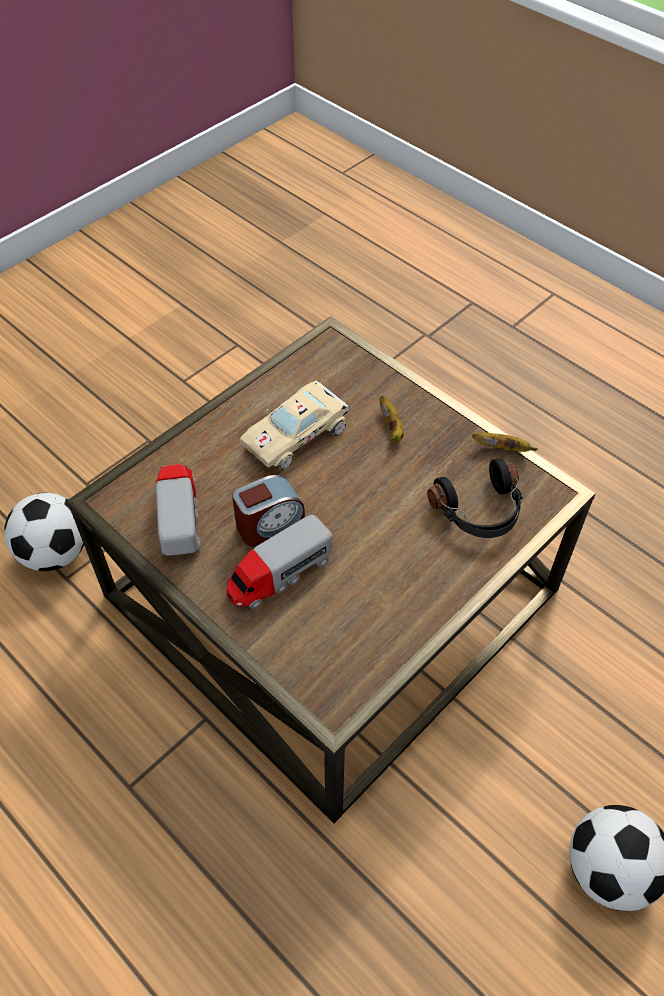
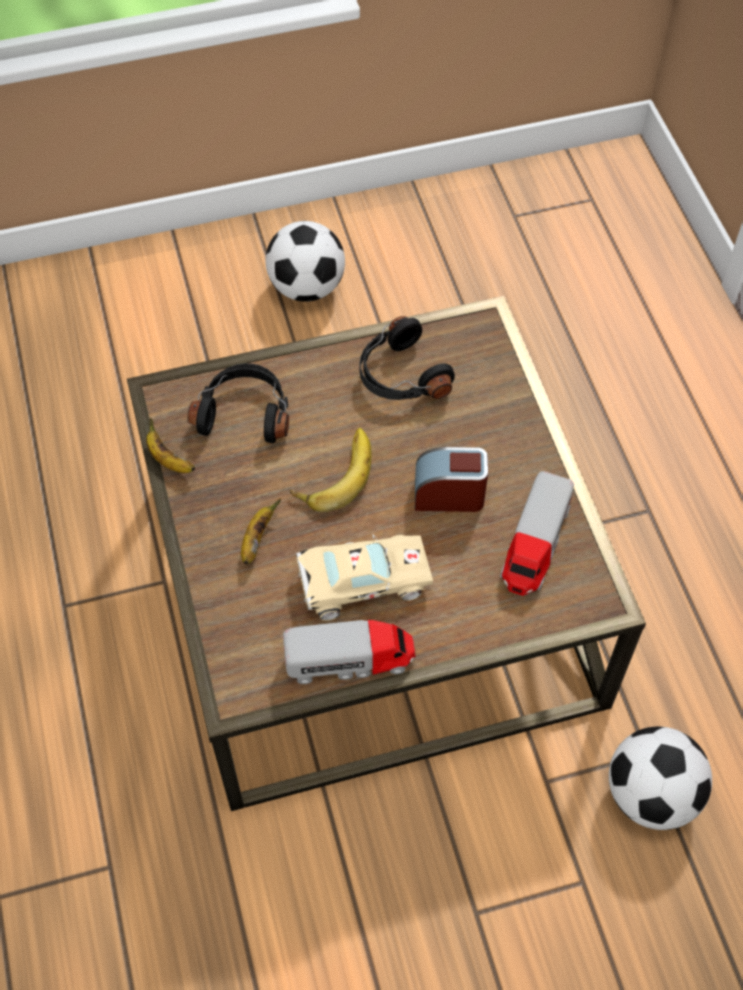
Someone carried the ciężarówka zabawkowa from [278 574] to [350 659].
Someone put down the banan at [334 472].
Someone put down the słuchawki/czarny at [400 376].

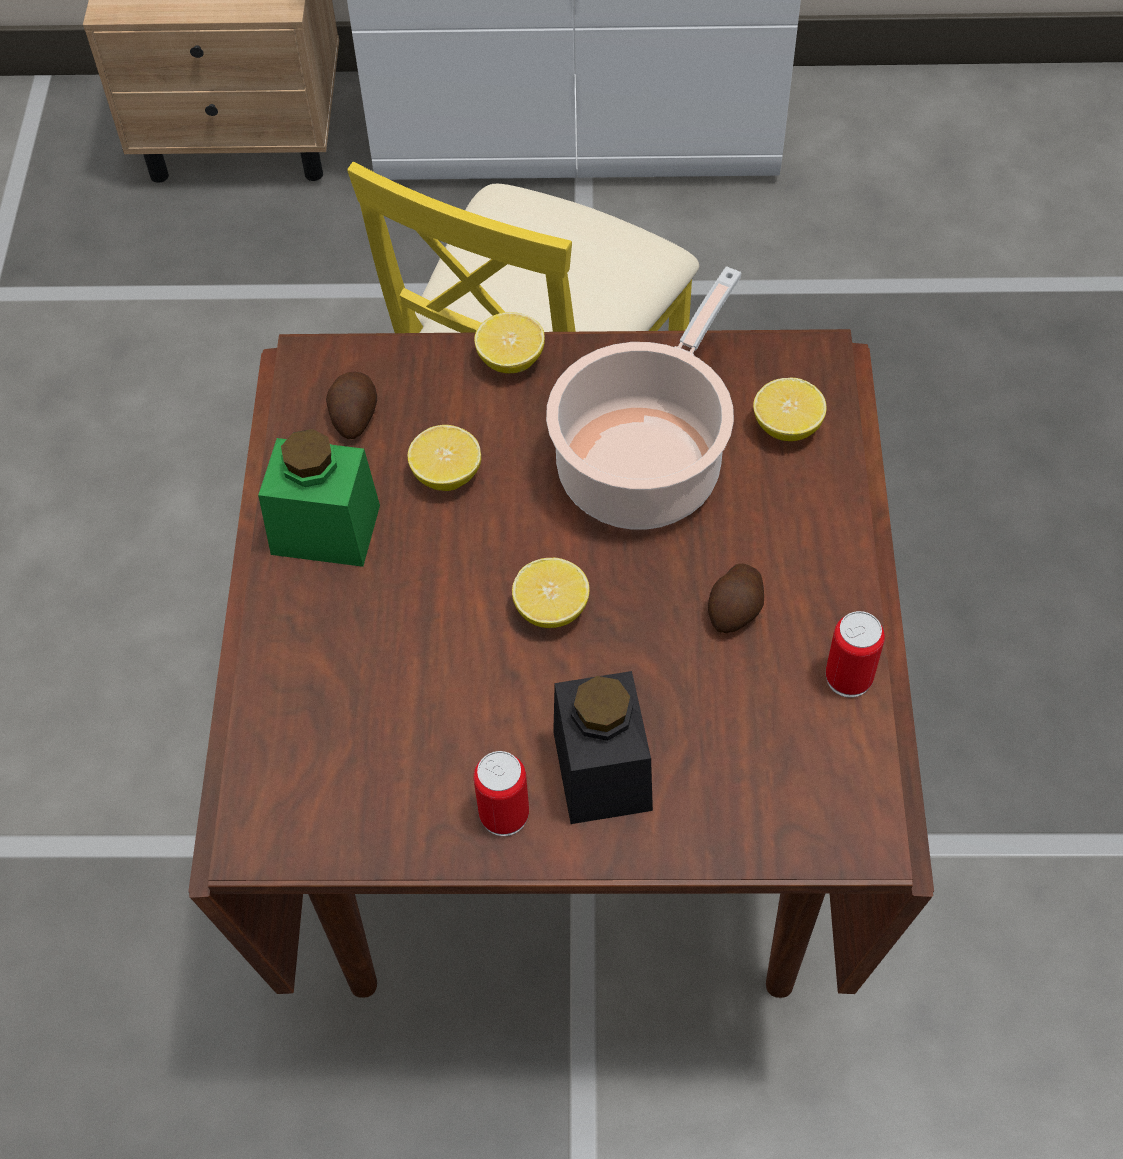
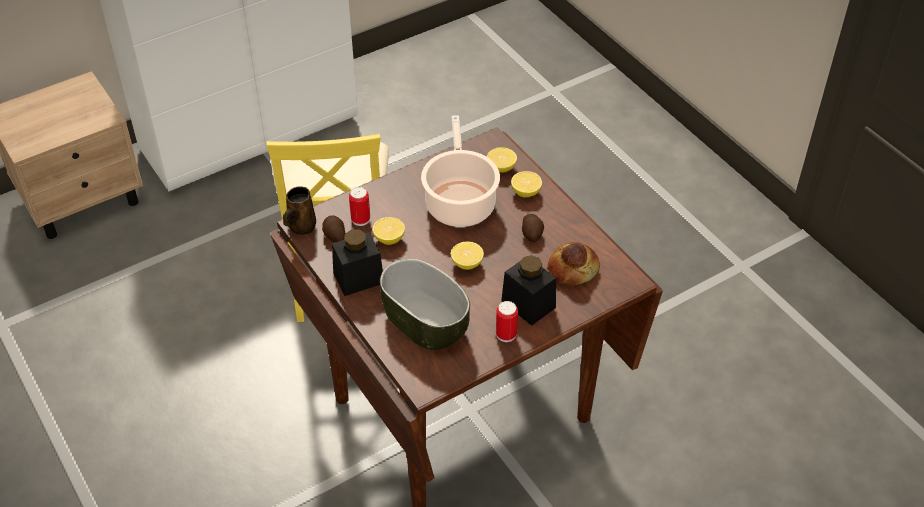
Someone repainted the słoik/zielony at [325 529], which became the słoik/czarny at [358 278].
Someone carried the cytryna from [511 360] to [526 192].
Someone carried the puszka from [848 677] to [360 219].
Someone put down the kubek/brązowy at [301 227].
Someone put down the miska at [425 323].
Someone put down the chleb at [572 269].

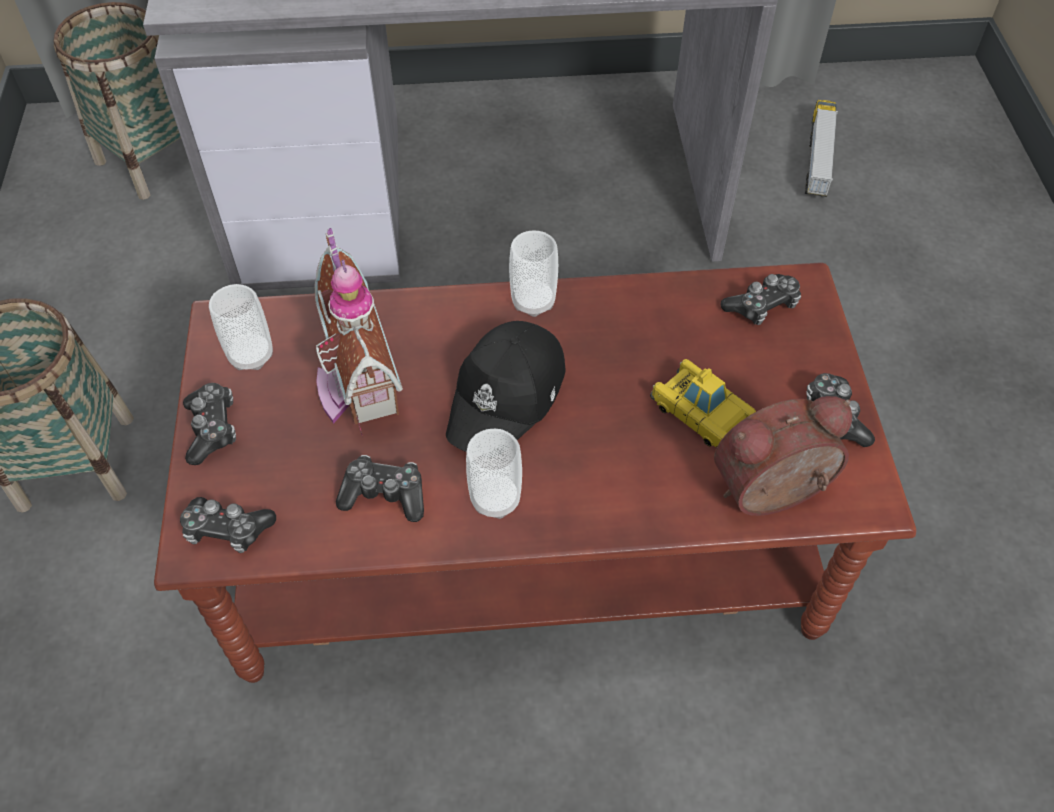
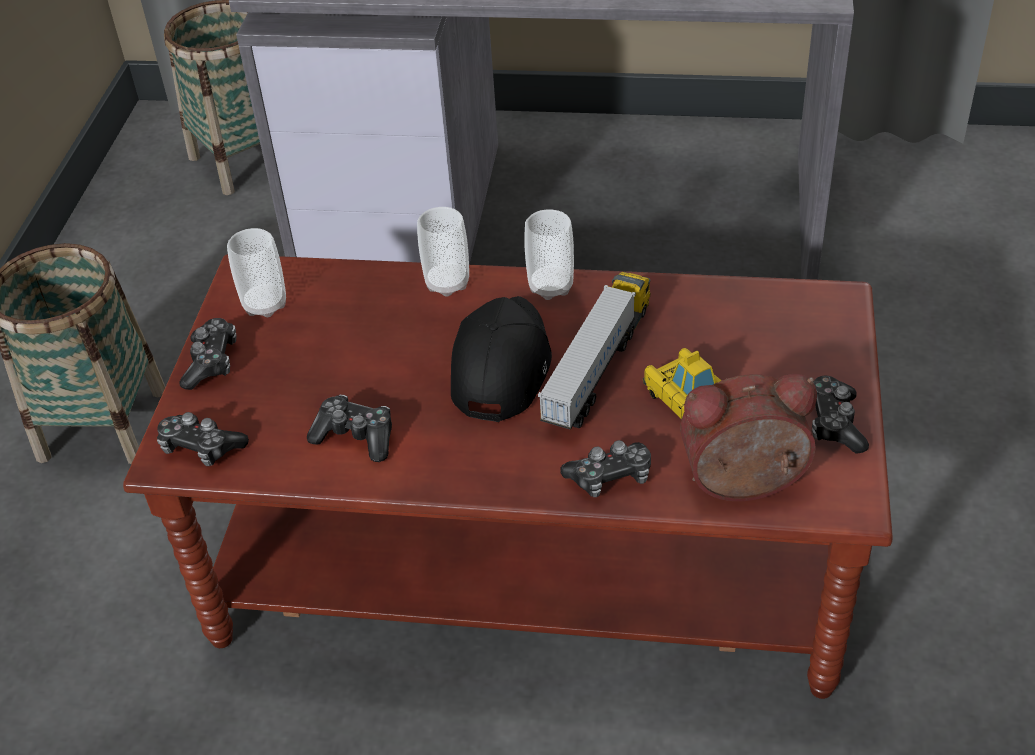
Someone took away the domek at [355 385].
Someone rotated the czapka z daszkiem/czarny at [507 396] by 150 degrees clockwise.
Someone carried the filiżanka from [495 499] to [447 283].
Someone carried the pad do gier from [762 306] to [610 477].
Someone carried the ciężarówka zabawkowa from [817 160] to [598 367].

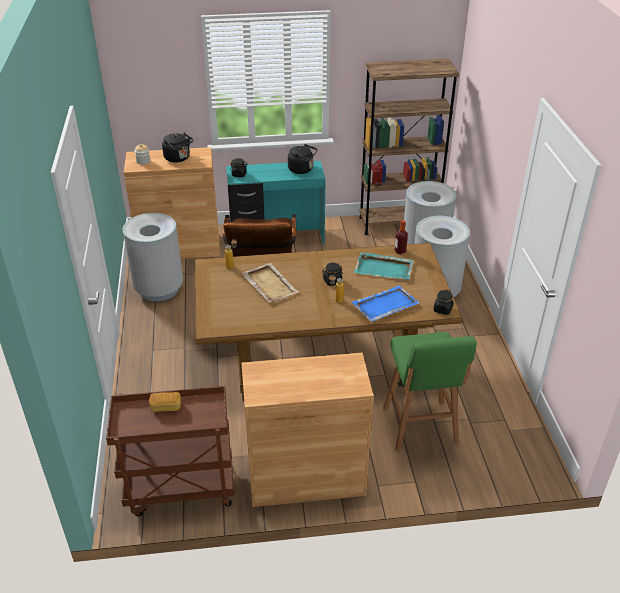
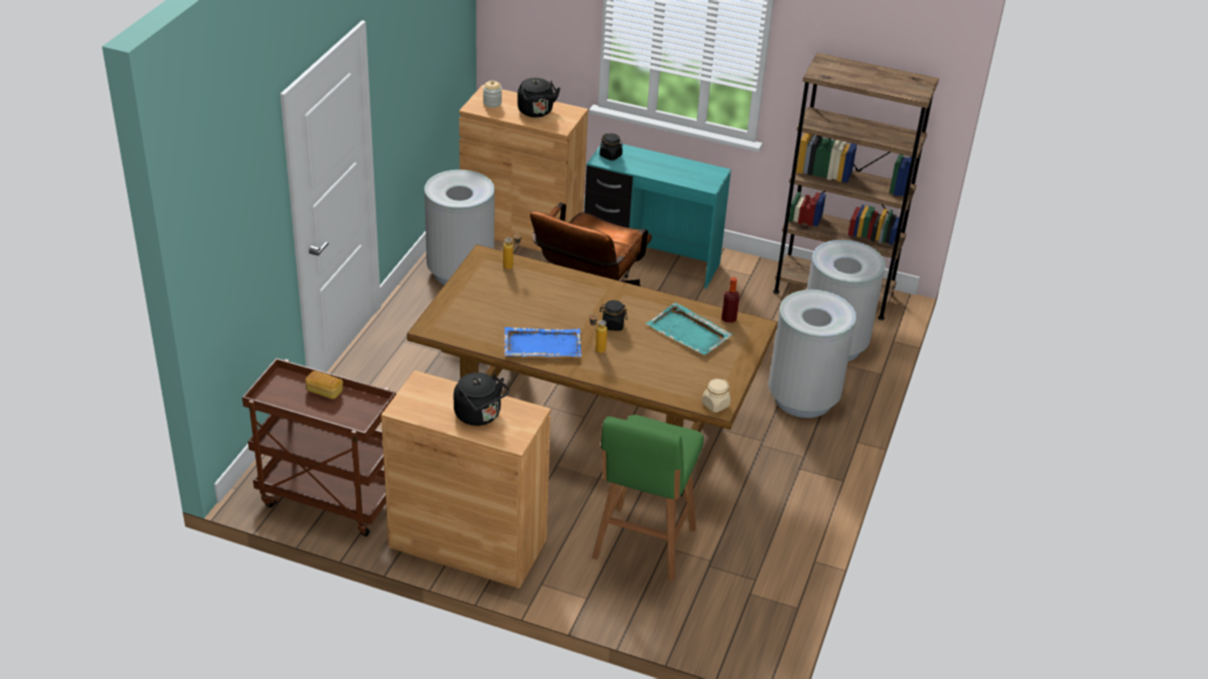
Someone took away the taca/beżowy at [269 284].
Someone carried the czajnik/czarny from [302 170] to [480 416].
Someone carried the taca/niebieski from [384 305] to [541 345].
Someone repainted the słoik/czarny at [442 309], which became the słoik/beżowy at [715 405].

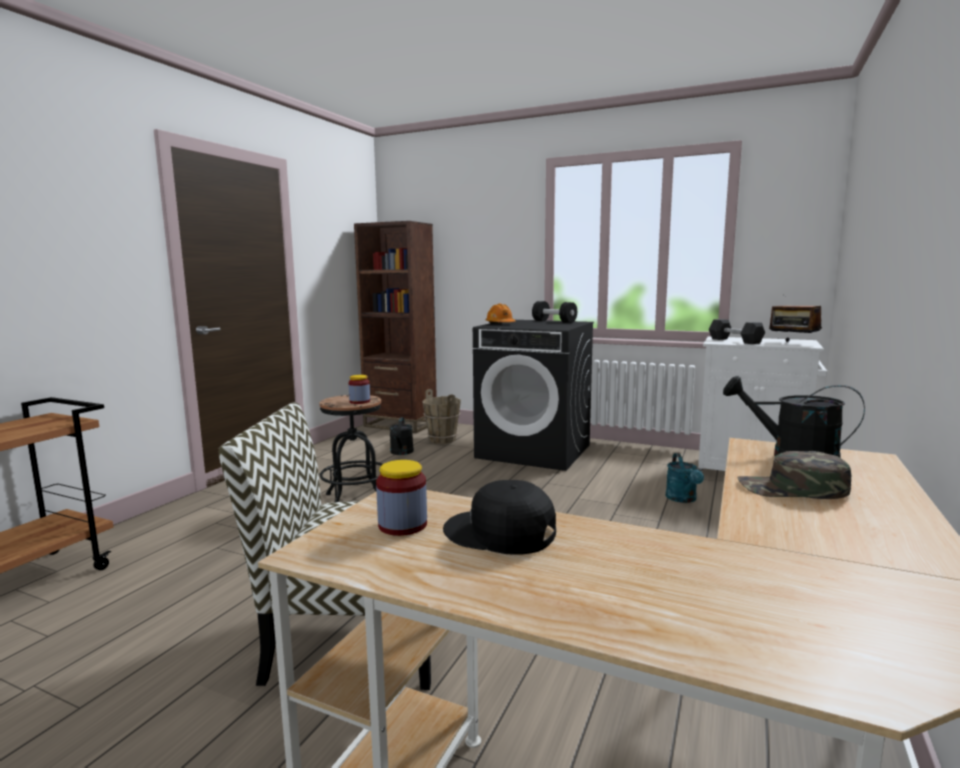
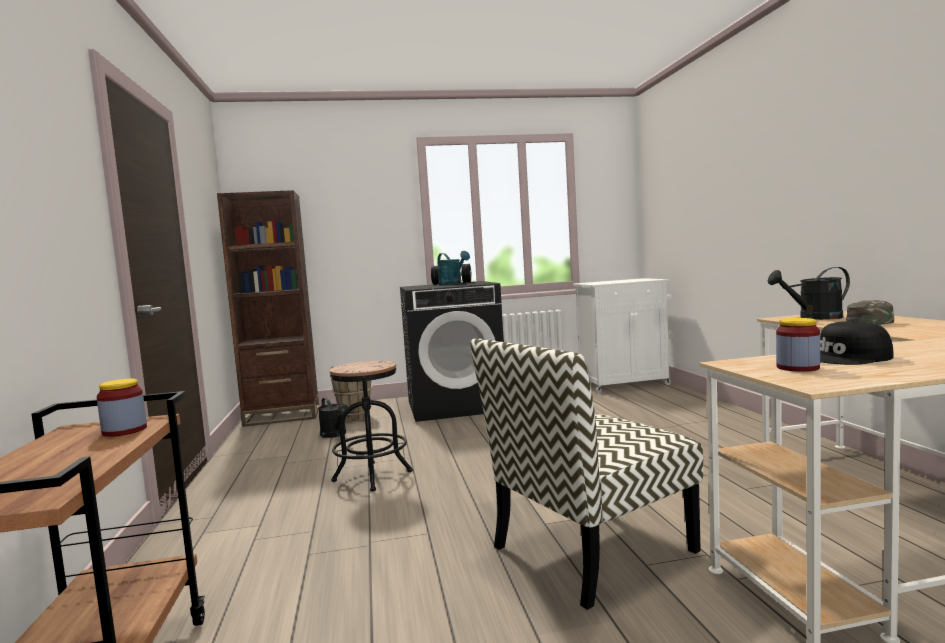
Someone carried the słoik from [359 401] to [124 430].
Someone took away the kask/pomarańczowy at [500 324].
Someone carried the konewka/turkusowy from [683 499] to [453 284].
Someone took away the hantel/szary at [735 341].
Someone took away the radio at [792 343].

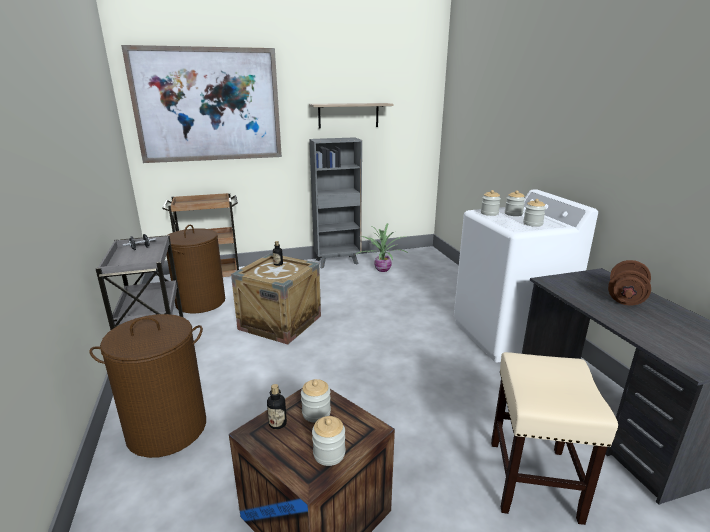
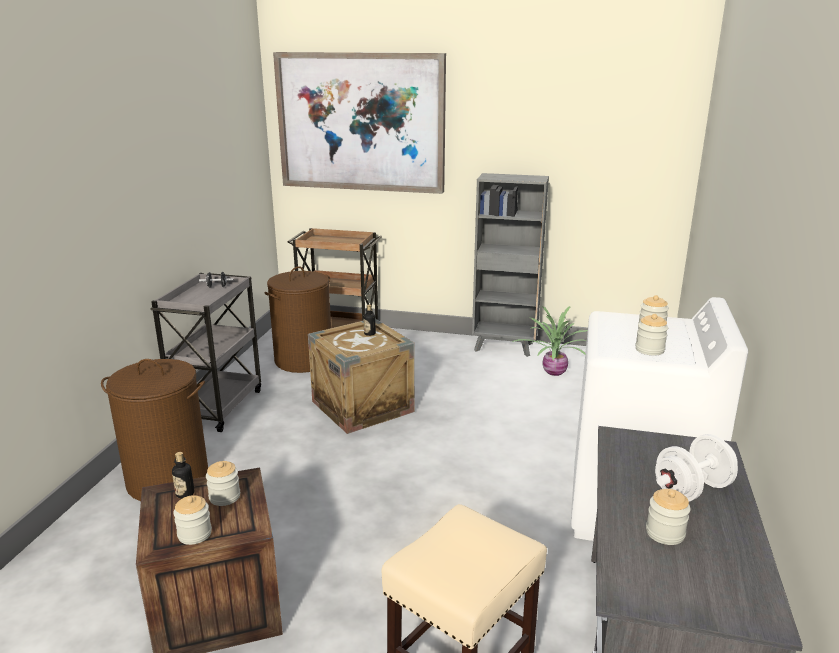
Someone took away the półka at [348 115].
Someone carried the słoik from [489 213] to [665 533].
Someone repainted the hantel/brązowy at [625 298], which became the hantel/biały at [692 490].

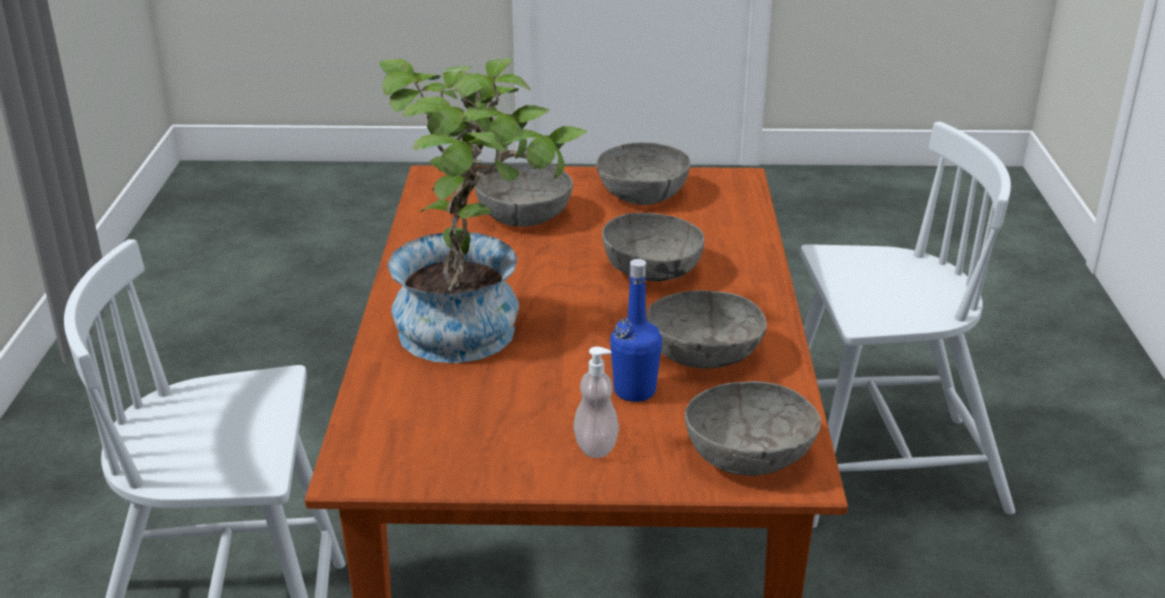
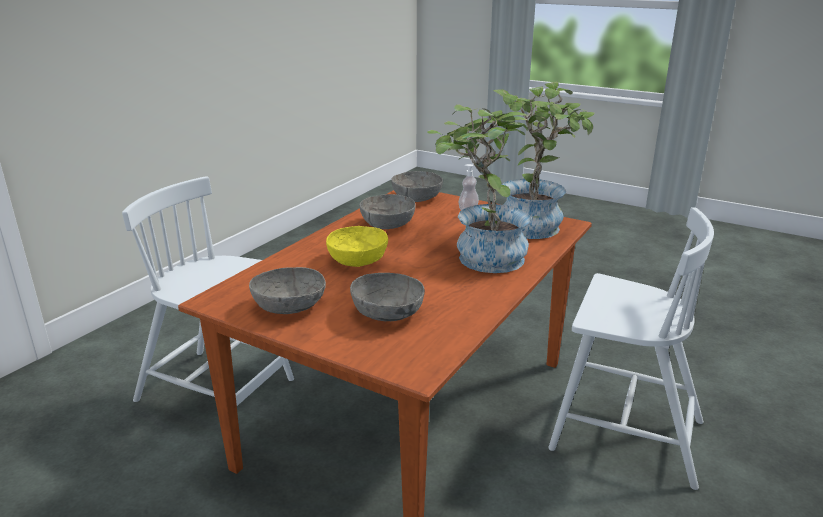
Someone repainted the miska/szary at [652 270], which became the miska/żółty at [358 260].
Someone took away the butelka/niebieski at [634 391].
Someone put down the roślina doniczkowa at [536 224].

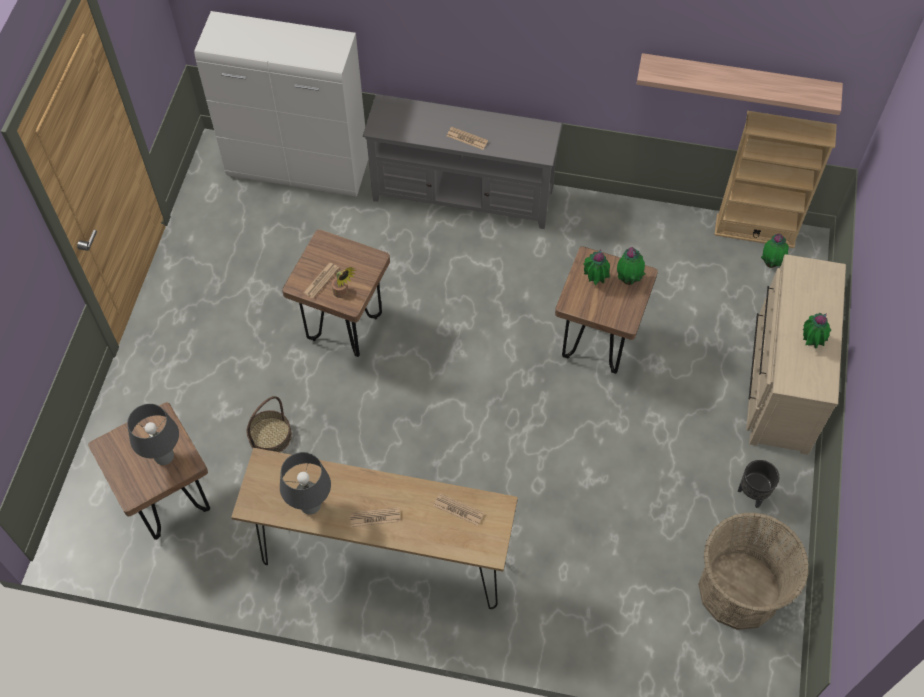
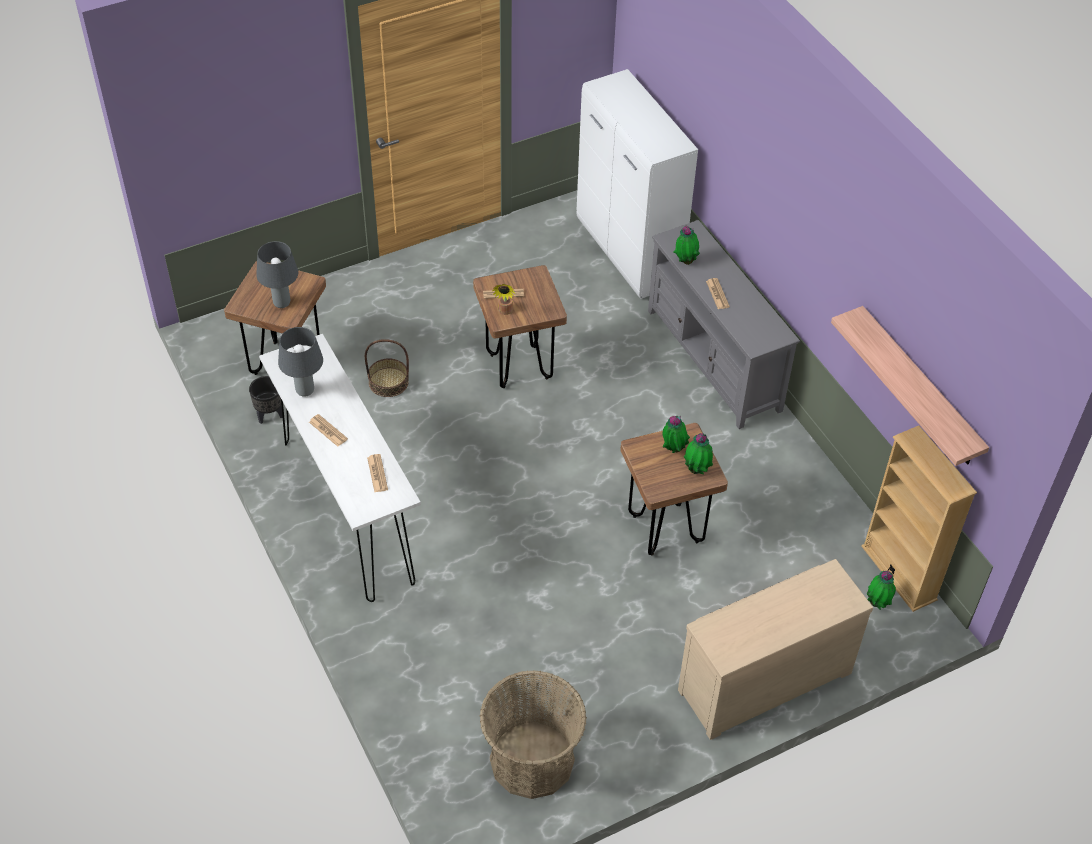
Someone repainted the stolik konsolowy/brązowy at [383 562], which became the stolik konsolowy/biały at [347 511].
Someone carried the donica/czarny from [752 494] to [269 414].
Someone carried the roślina doniczkowa from [810 342] to [685 261].

